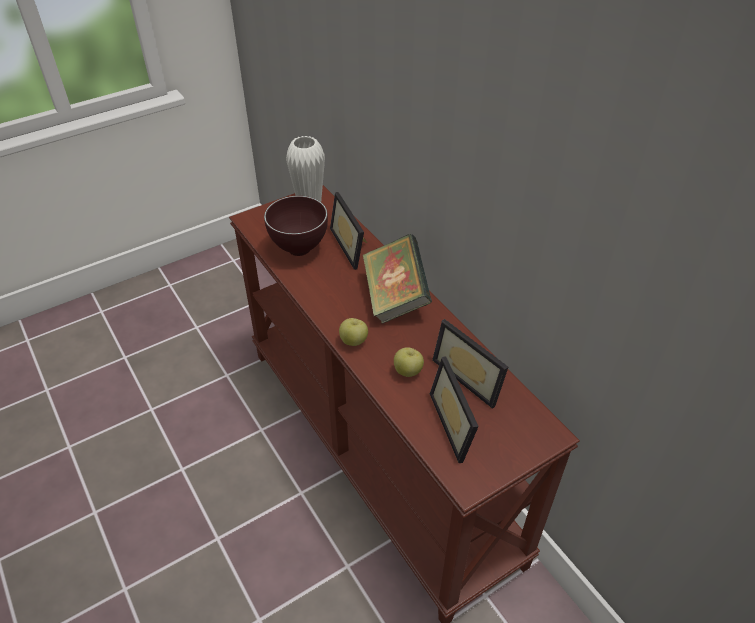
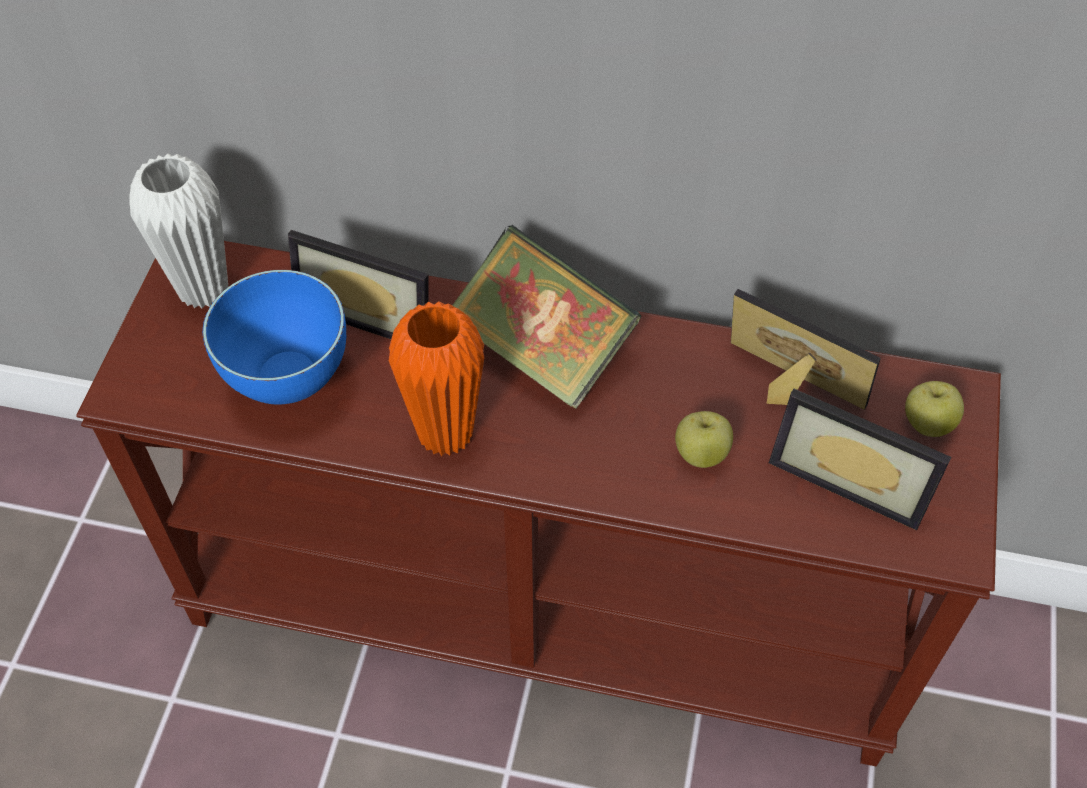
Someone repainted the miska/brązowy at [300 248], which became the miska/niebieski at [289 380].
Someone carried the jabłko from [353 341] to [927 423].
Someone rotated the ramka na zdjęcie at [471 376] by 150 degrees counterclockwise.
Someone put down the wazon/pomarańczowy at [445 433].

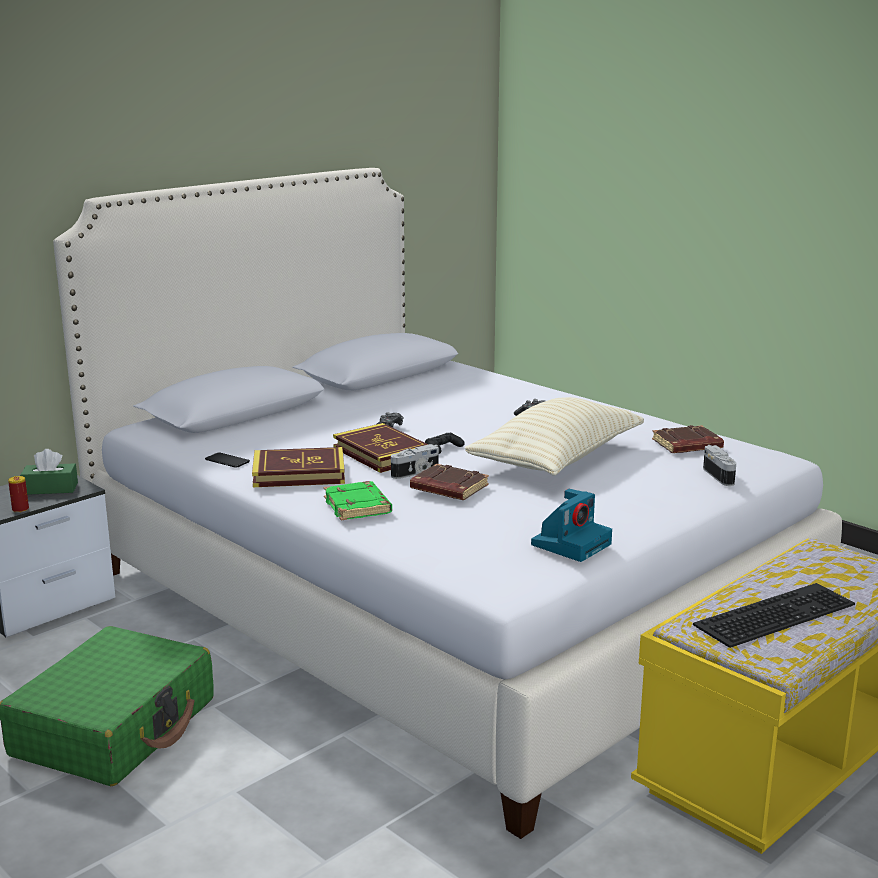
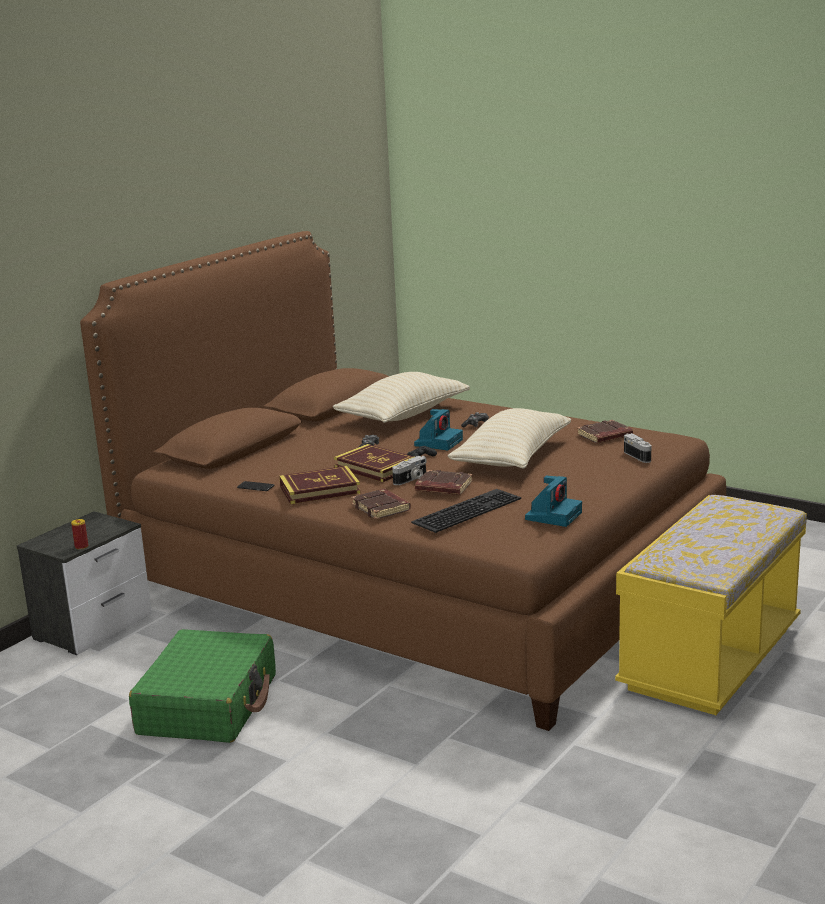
Someone took away the pudełko chusteczek/zielony at [50 489].
Someone repainted the łóżko/biały at [437 601], which became the łóżko/brązowy at [417 583].
Someone repainted the książka/zielony at [358 506], which became the książka/brązowy at [382 508].
Someone carried the klawiatura from [774 613] to [466 509].
Someone put down the poduszka/beżowy at [403 415].
Someone put down the aparat fotograficzny at [438 442].

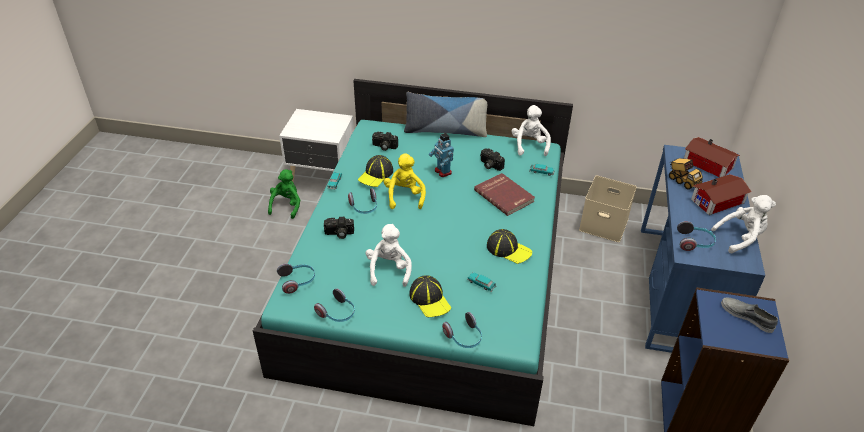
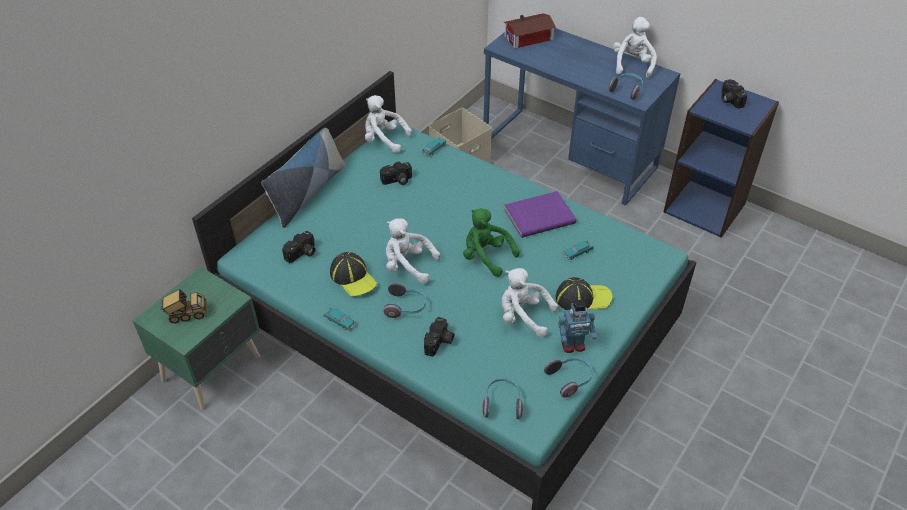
Someone carried the pluszak/zielony from [286 206] to [486 257].
Someone repainted the szafka nocna/biały at [323 179], which became the szafka nocna/zielony at [214 368].
Someone repainted the pluszak/żółty at [404 196], which became the pluszak/biały at [408 265].
Someone carried the robot zabawkowy from [442 172] to [573 345].
Someone took away the słuchawki at [464 337].
Someone took away the książka/czerwony at [504 195].
Someone swapped the czapka z daszkiem at [508 249] for the książka/fioletowy at [539 216].
Someone carried the ciężarówka zabawkowa from [682 181] to [186 314].
Someone took away the domek at [719 201].
Someone swapped the but/szary at [747 316] for the aparat fotograficzny at [729 100].

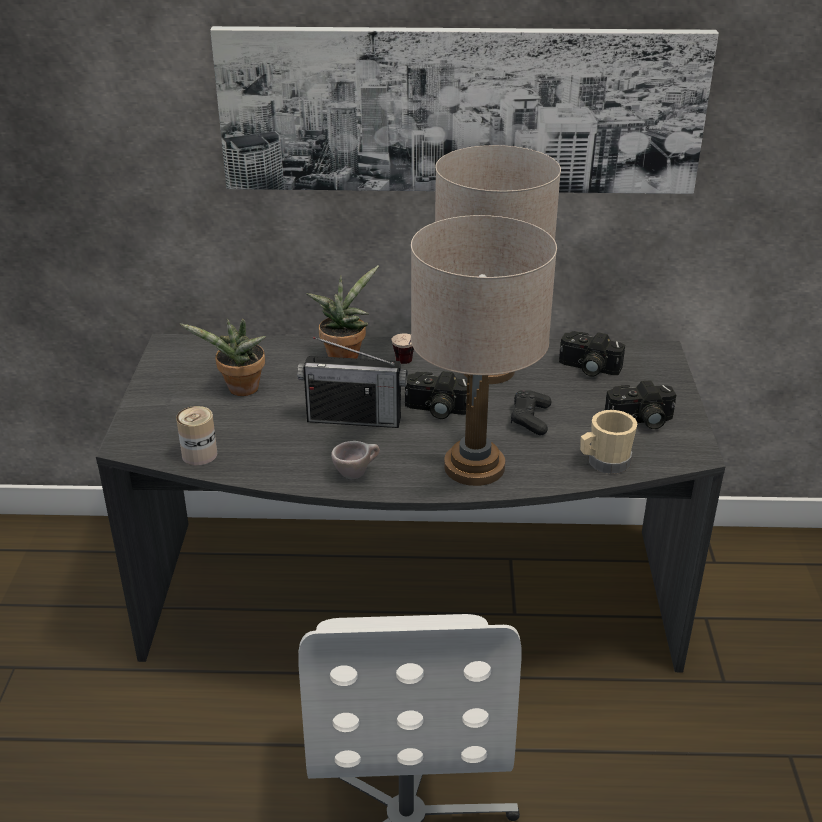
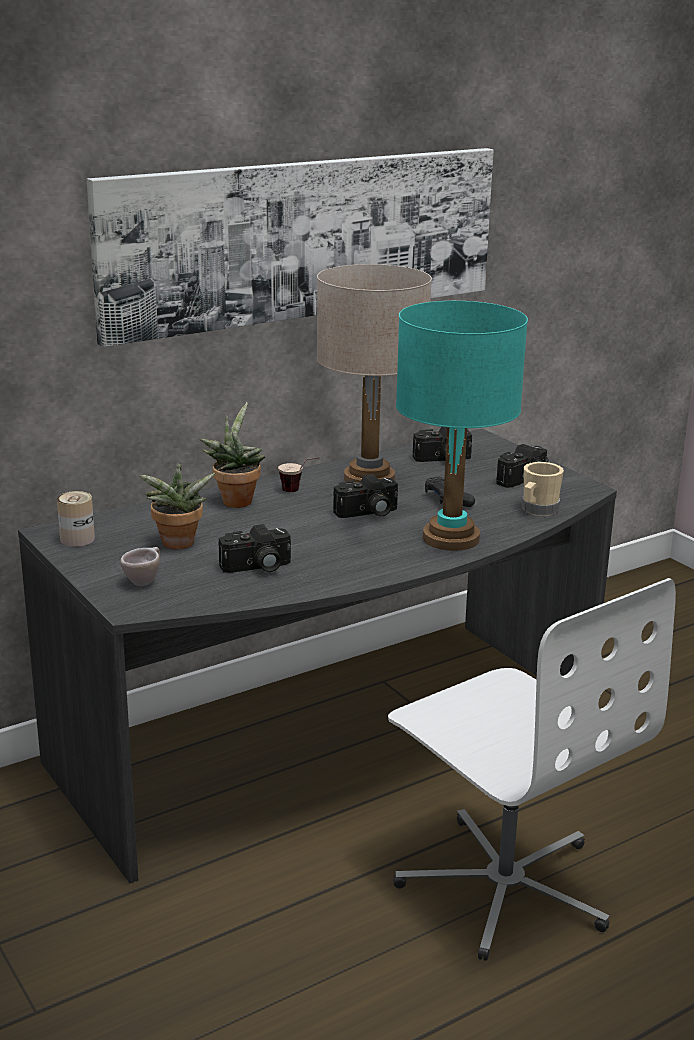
Someone carried the puszka from [199 454] to [77 539].
Someone took away the radio at [354 418].
Someone carried the filiżanka/beżowy from [356 473] to [144 581].
Someone repainted the lampa stołowa/beżowy at [474 467], which became the lampa stołowa/turkusowy at [451 538].
Someone put down the aparat fotograficzny at [257 567].

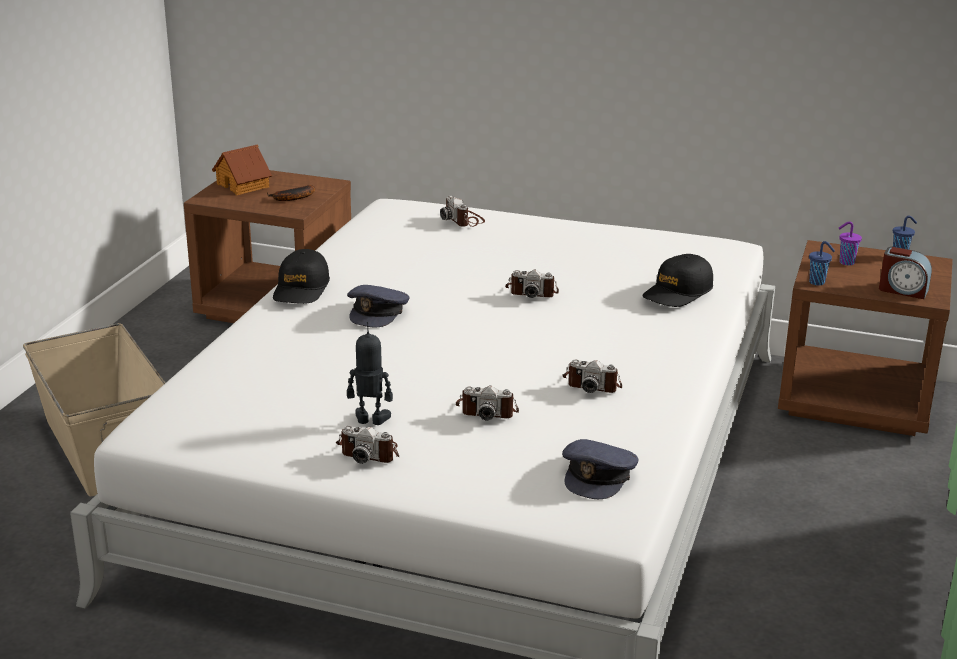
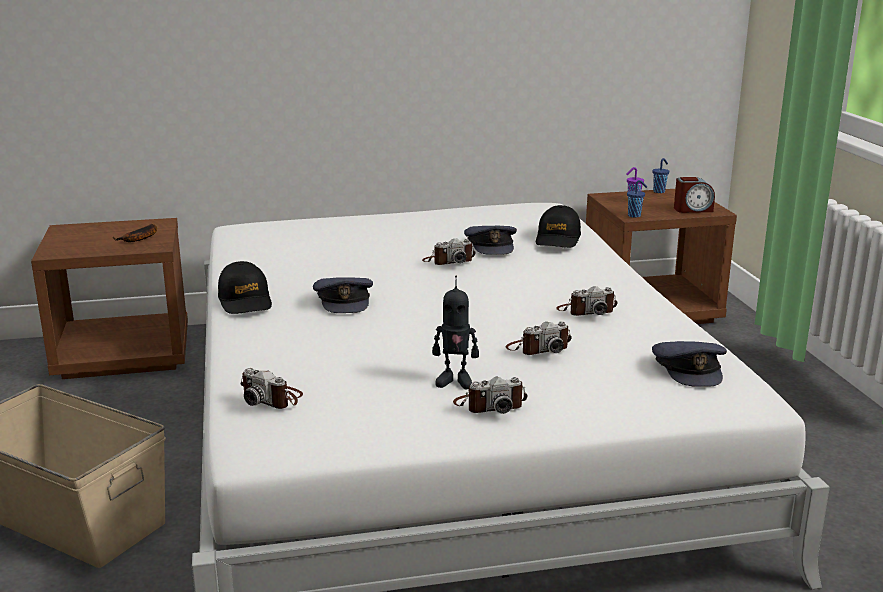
Someone took away the domek at [243 185].
Someone rotated the robot zabawkowy at [370 421] by 150 degrees counterclockwise.
Someone carried the aparat fotograficzny from [463 220] to [272 398].
Someone put down the czapka z daszkiem/szary at [491 245].

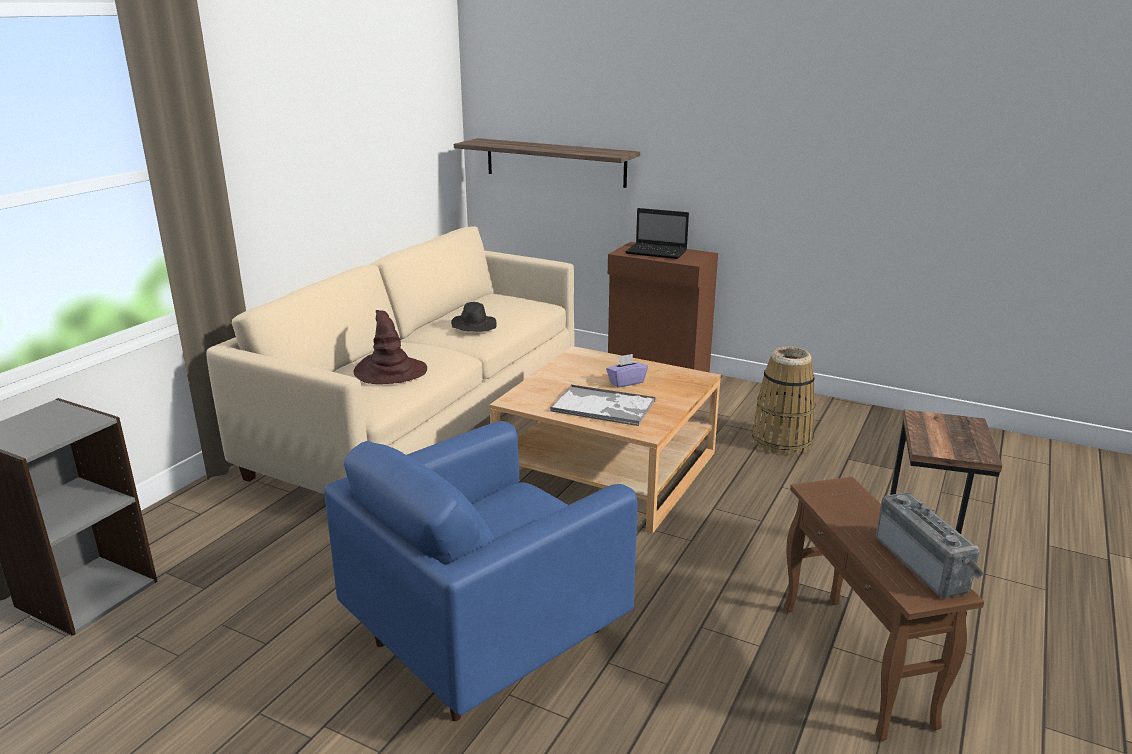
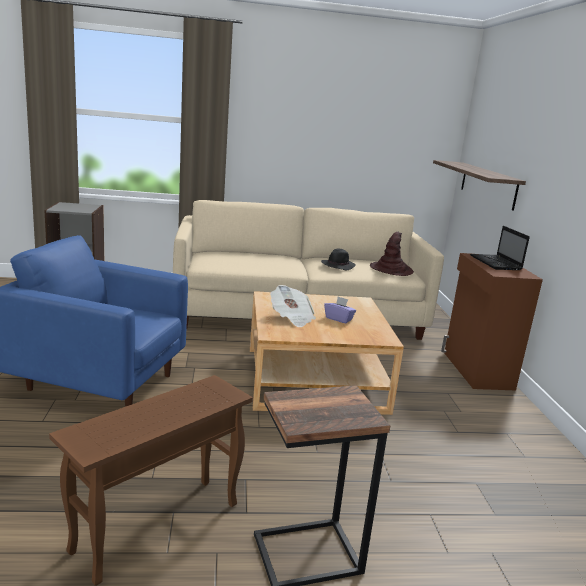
Someone carried the kapelusz/brązowy from [390 372] to [391 269].
Someone swapped the taca at [604 406] for the gazeta at [292 318].
Someone took away the koszyk at [781 441].
Someone took away the radio at [925 564].

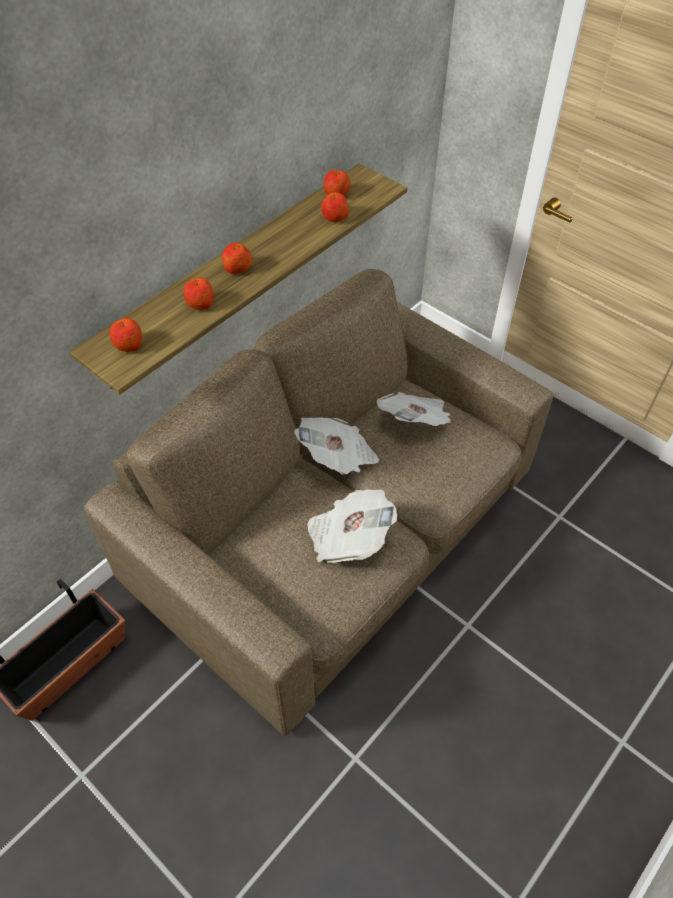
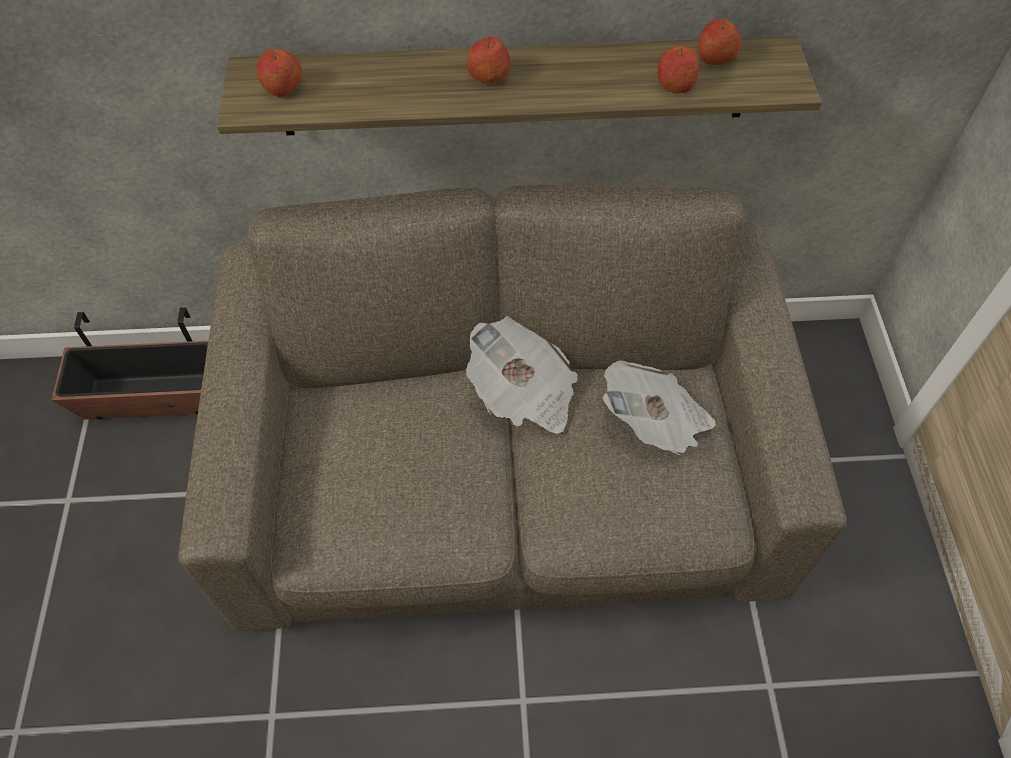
Someone took away the jabłko at [200 303].
Someone took away the gazeta at [348 537].

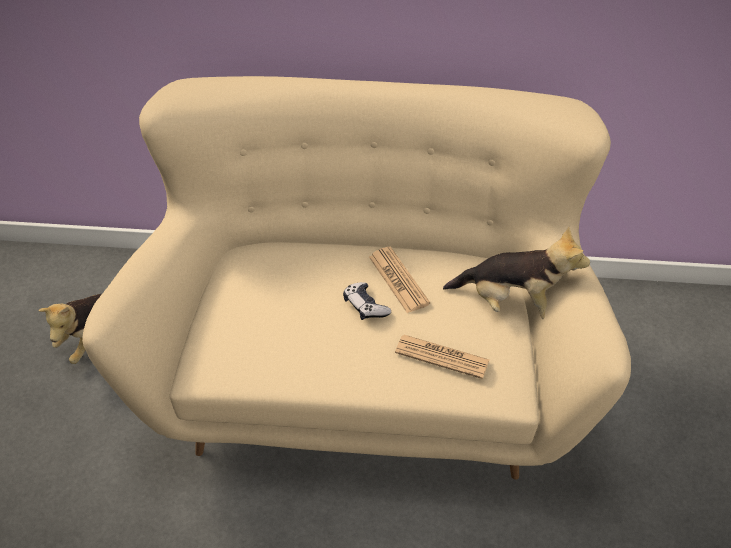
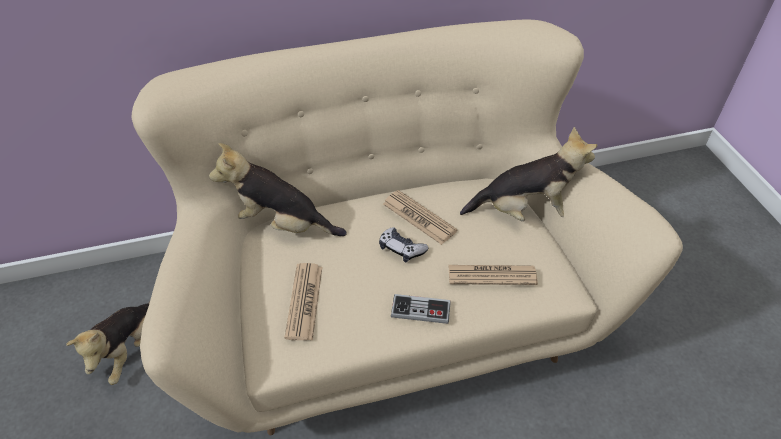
Someone put down the pluszak at [281 224].
Someone put down the gazeta at [304 301].
Someone put down the pad do gier at [420 310].

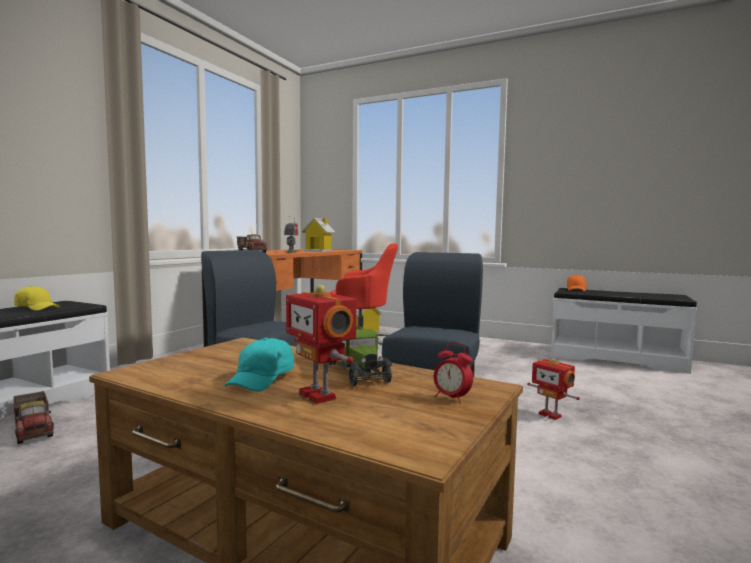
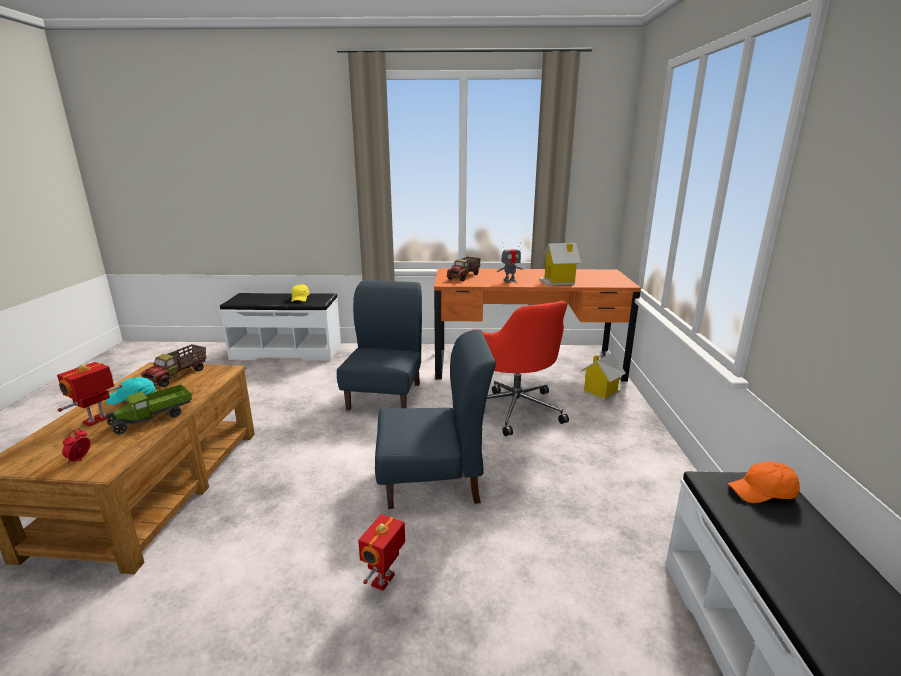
Someone carried the ciężarówka zabawkowa from [34 430] to [178 376].

